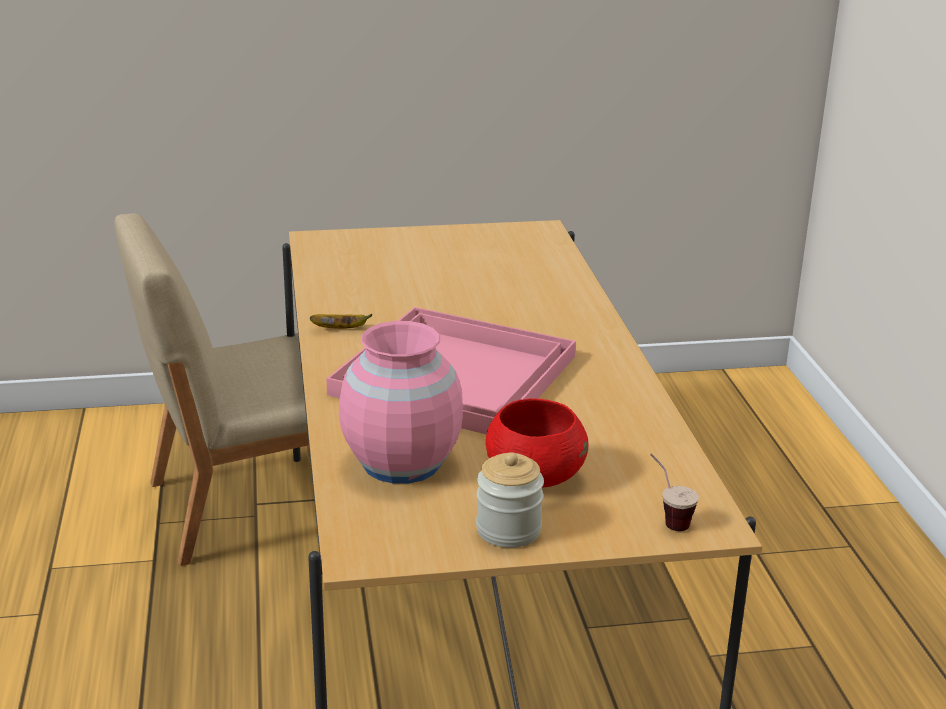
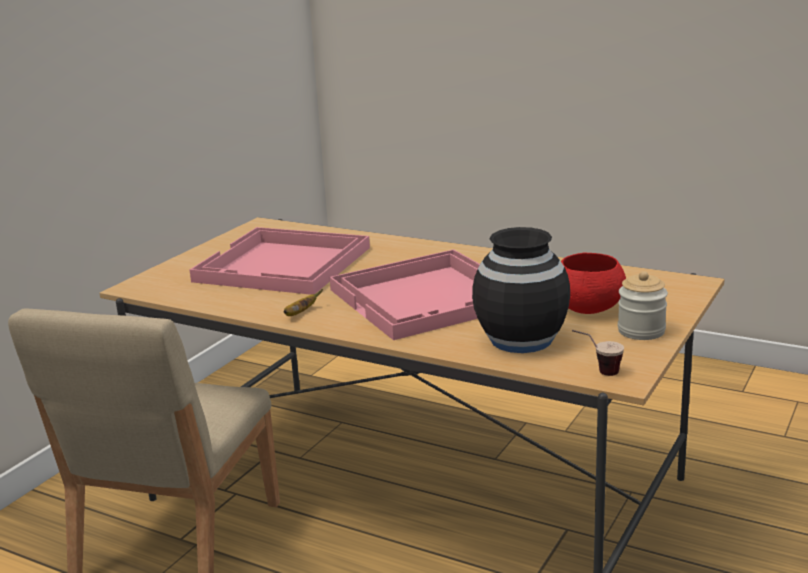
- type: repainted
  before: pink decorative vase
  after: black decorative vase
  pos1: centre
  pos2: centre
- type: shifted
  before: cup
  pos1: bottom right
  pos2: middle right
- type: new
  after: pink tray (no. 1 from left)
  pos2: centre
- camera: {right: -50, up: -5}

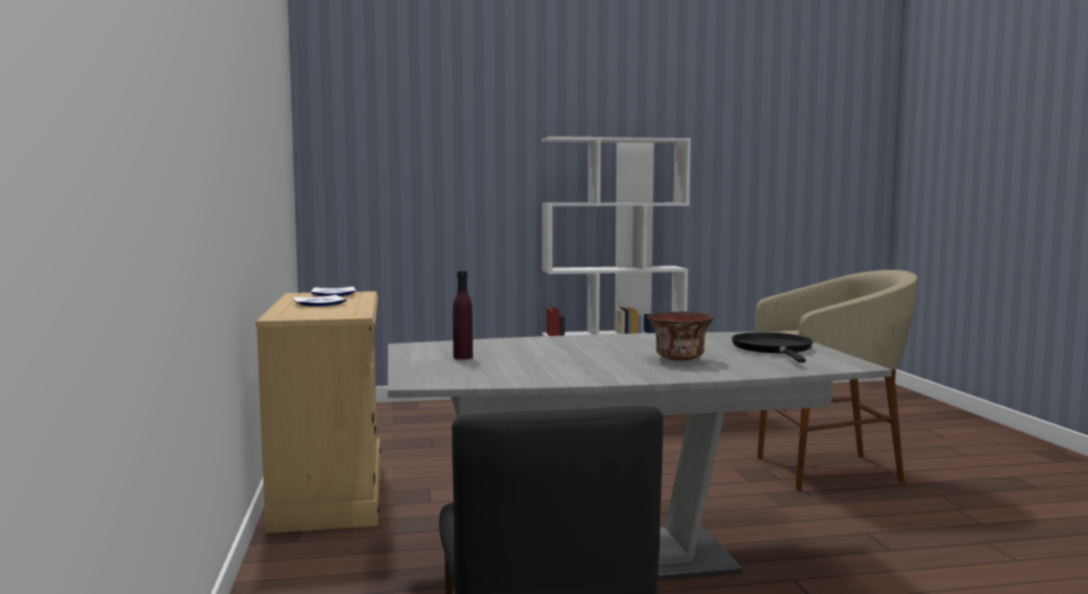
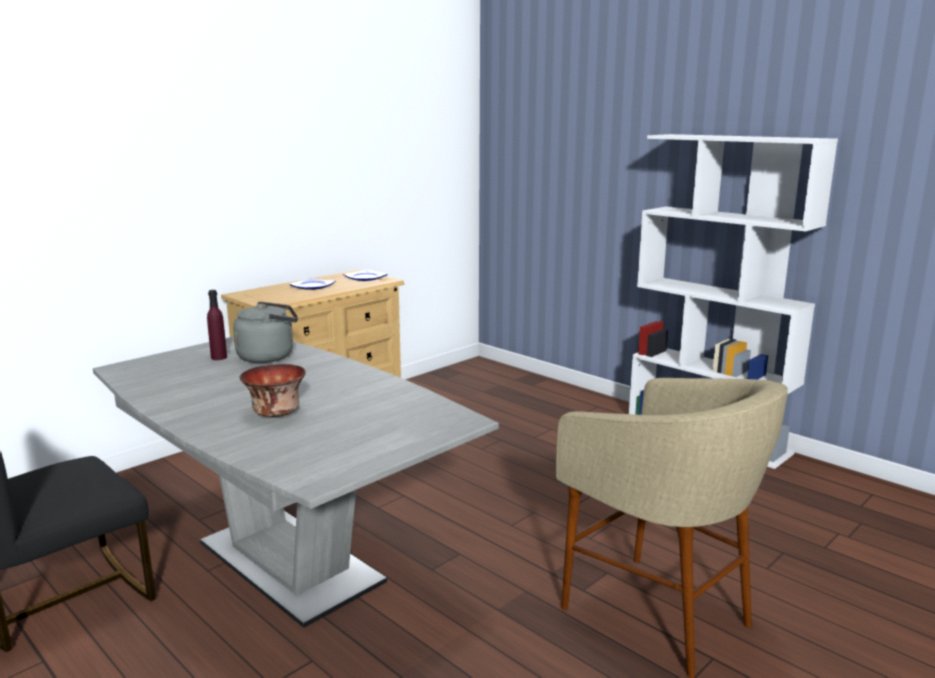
- type: gone
  before: black frying pan
  pos1: middle right
- type: new
  after: gray tea kettle
  pos2: middle left
- camera: {right: 55, up: 10}

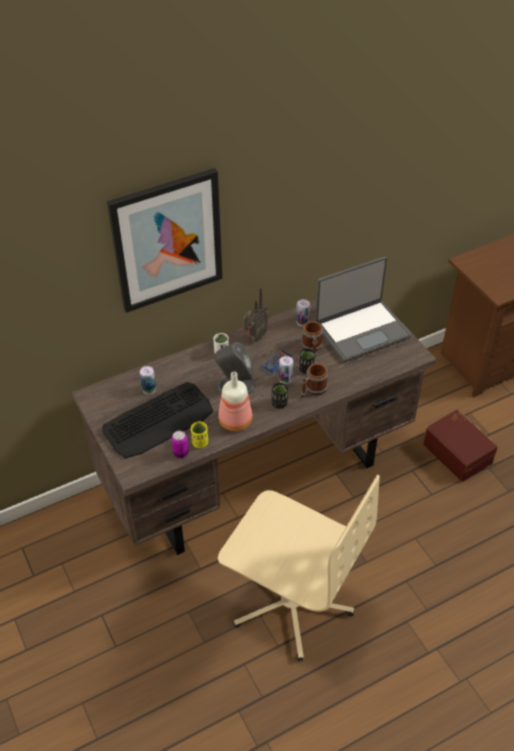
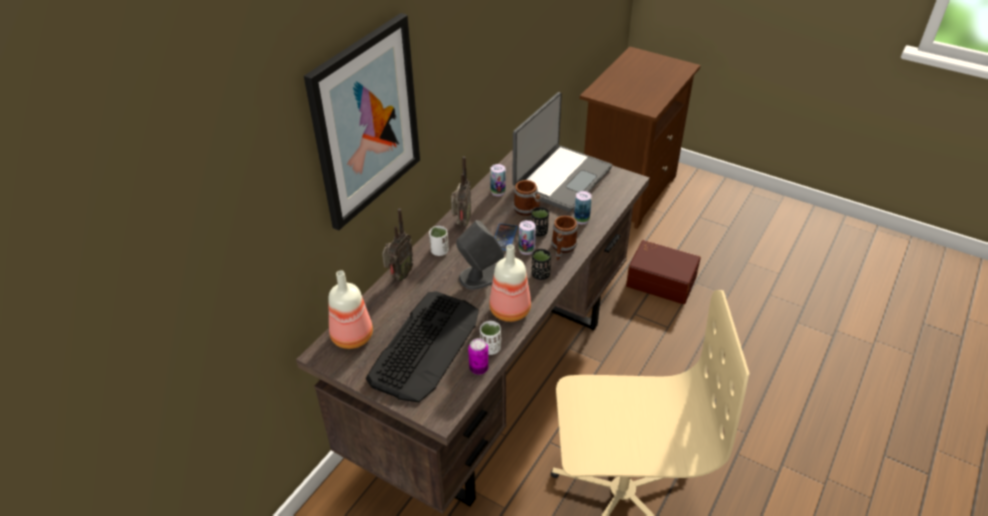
- type: shifted
  before: sealed can (no. 1 from left in the first image)
  after: sealed can (no. 4 from left)
  pos1: middle left
  pos2: centre
- type: repainted
  before: yellow-coloured cup
  after: whitish cup (no. 2 from left)
  pos1: centre
  pos2: centre
- type: new
  after: radio (no. 1 from left)
  pos2: centre
- type: new
  after: drink bottle (no. 1 from left)
  pos2: centre
- camera: {right: -30, up: -5}

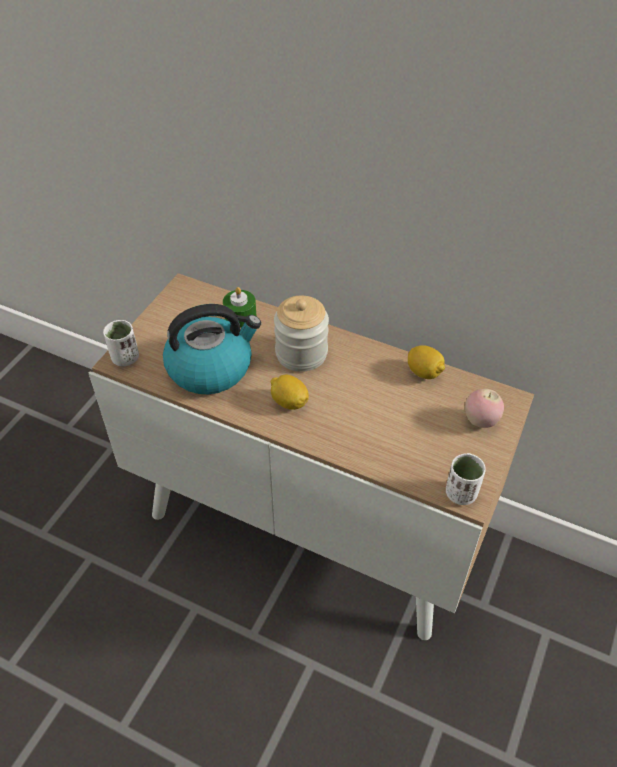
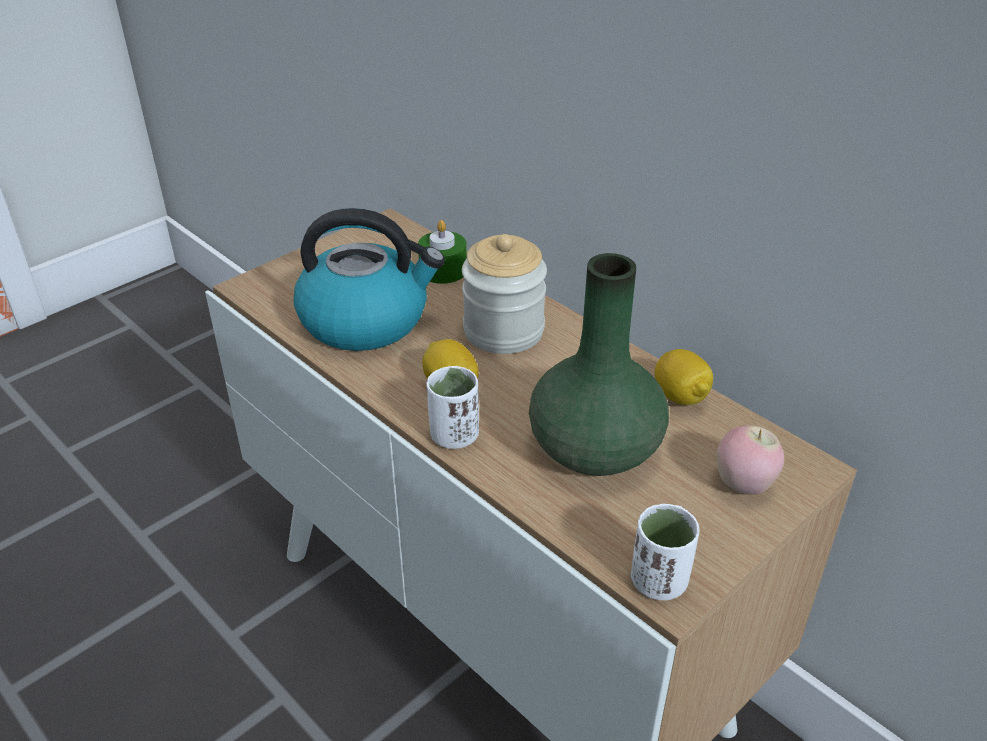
- type: shifted
  before: whitish cup (no. 1 from left)
  pos1: middle left
  pos2: centre
- type: new
  after: green decorative vase
  pos2: centre
- camera: {right: 20, up: -10}

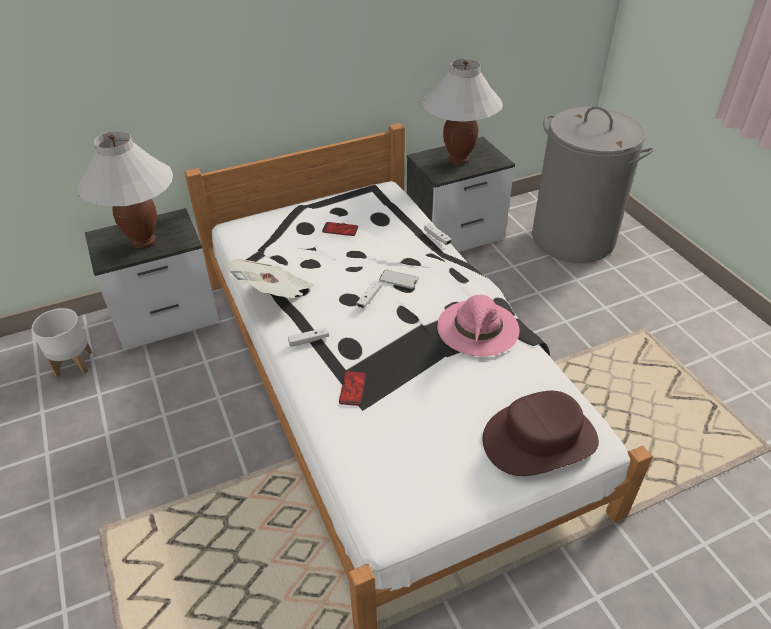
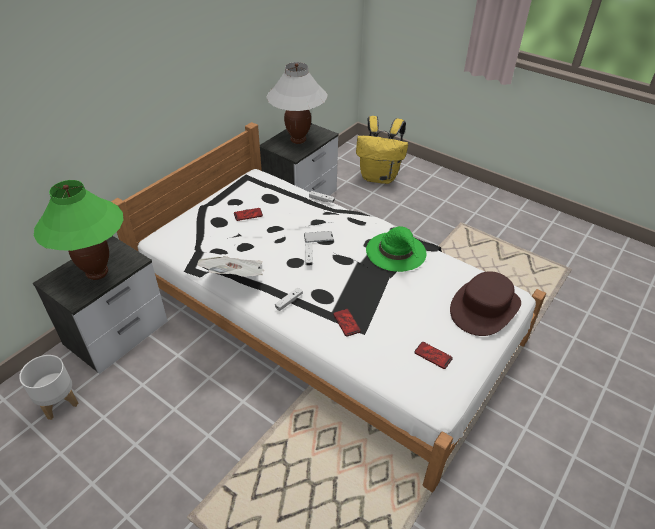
- type: swapped
  before: gray laundry basket
  after: yellow-coloured knapsack
  pos1: top right
  pos2: top centre
- type: repainted
  before: whitish table lamp (no. 1 from left)
  after: green table lamp
  pos1: top left
  pos2: middle left
- type: repainted
  before: pink clothing hat
  after: green clothing hat
  pos1: centre
  pos2: centre
- type: new
  after: phone (no. 4 from left)
  pos2: bottom centre
- camera: {right: -30, up: 0}

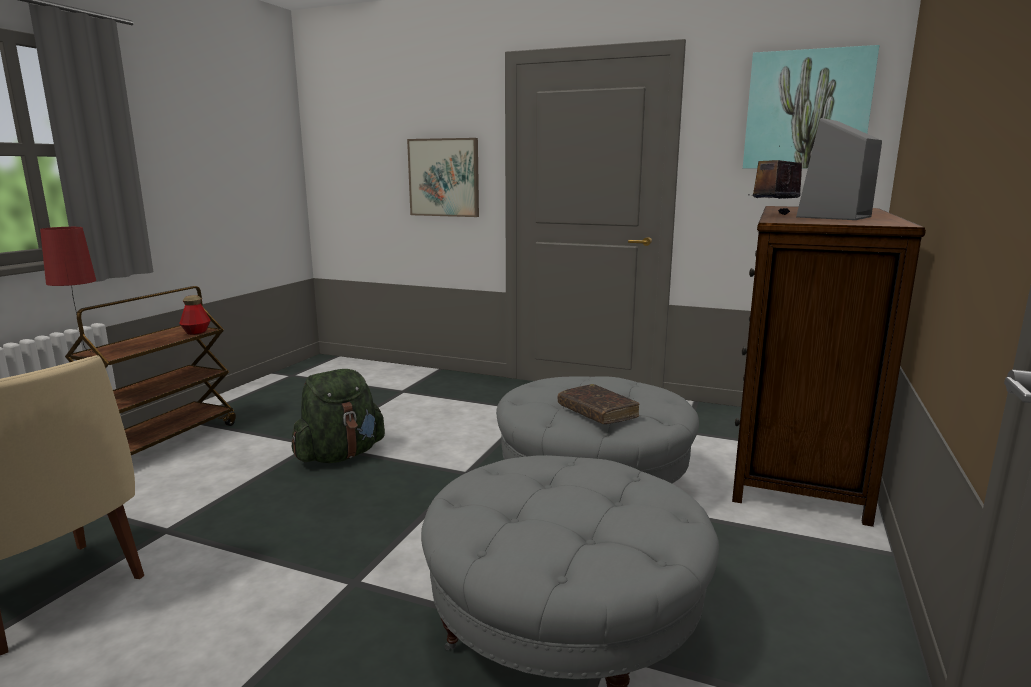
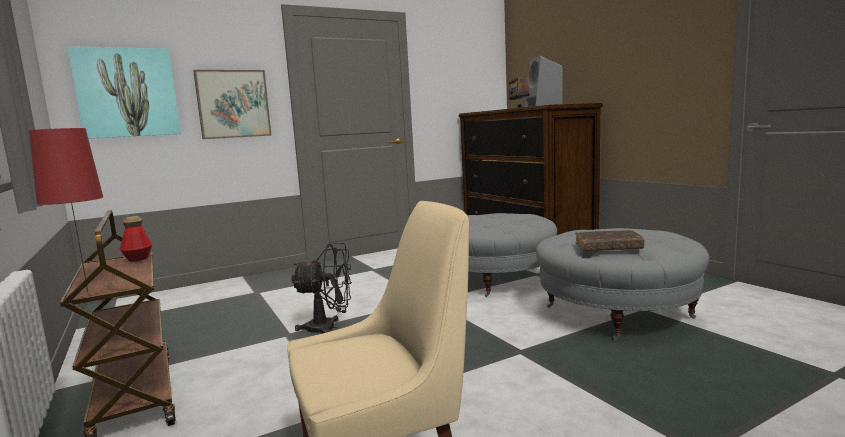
- type: shifted
  before: wall picture (no. 2 from left in the first image)
  after: wall picture (no. 1 from left)
  pos1: top right
  pos2: top left
- type: swapped
  before: green knapsack
  after: black electric fan
  pos1: middle left
  pos2: centre
- type: shifted
  before: brown book
  pos1: centre
  pos2: middle right
- camera: {right: -50, up: -5}

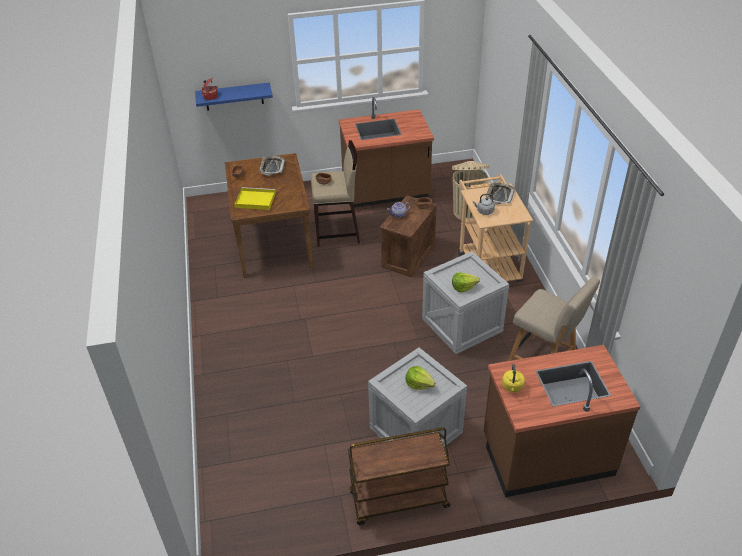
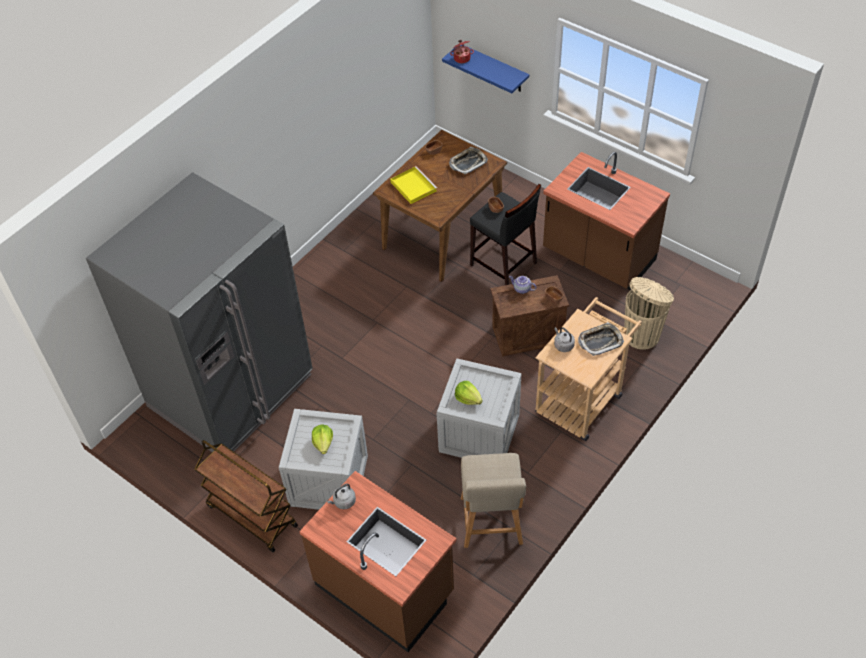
- type: repainted
  before: beige stool seat
  after: black stool seat
  pos1: centre
  pos2: centre
- type: repainted
  before: yellow-coloured tea kettle
  after: gray tea kettle (no. 1 from left)
  pos1: bottom right
  pos2: bottom centre
- type: new
  after: gray refrigerator
  pos2: middle left
- camera: {right: 50, up: 10}

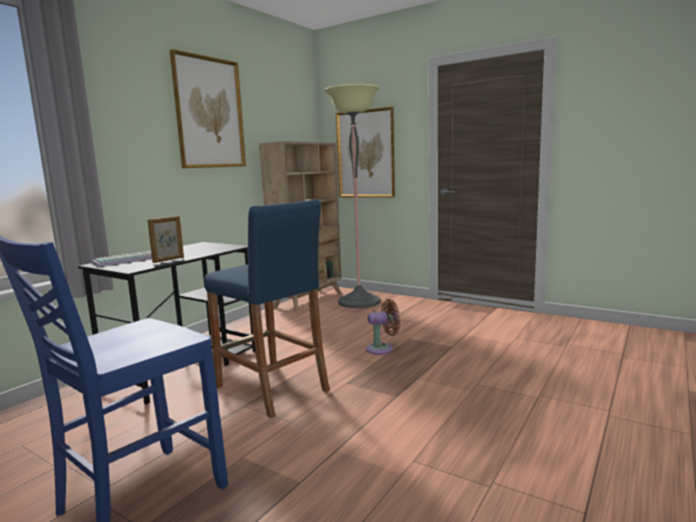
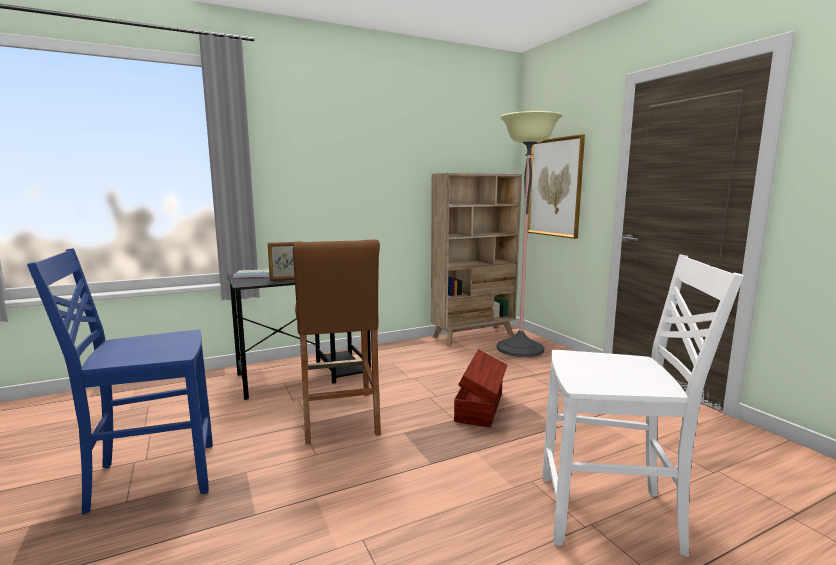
- type: gone
  before: wall picture (no. 1 from left)
  pos1: top left
- type: repainted
  before: blue stool seat
  after: brown stool seat
  pos1: centre
  pos2: centre
- type: swapped
  before: brown electric fan
  after: brown storage container
  pos1: centre
  pos2: bottom centre
- type: new
  after: whitish chair
  pos2: bottom right
- camera: {right: 30, up: 0}

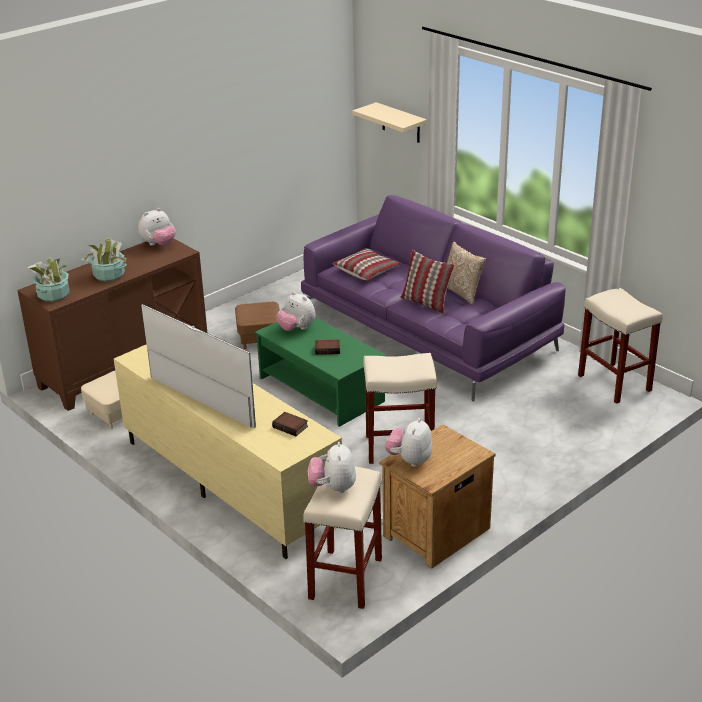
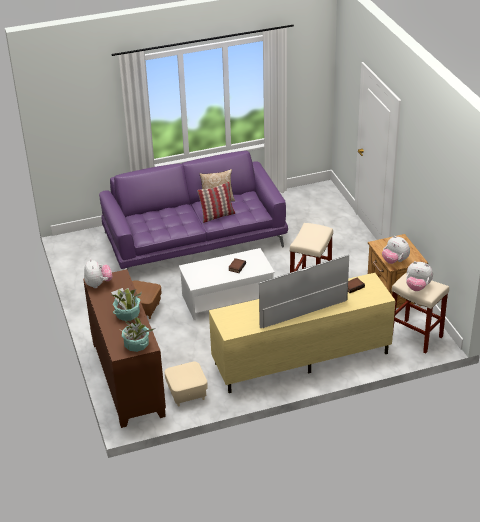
- type: gone
  before: beige bracket shelf
  pos1: top centre
- type: gone
  before: cushion (no. 1 from left)
  pos1: centre
- type: gone
  before: beige stool seat (no. 3 from left)
  pos1: middle right
- type: gone
  before: plush toy (no. 2 from left)
  pos1: centre
- type: repainted
  before: green coffee table
  after: whitish coffee table
  pos1: centre
  pos2: centre
- camera: {right: -65, up: 5}

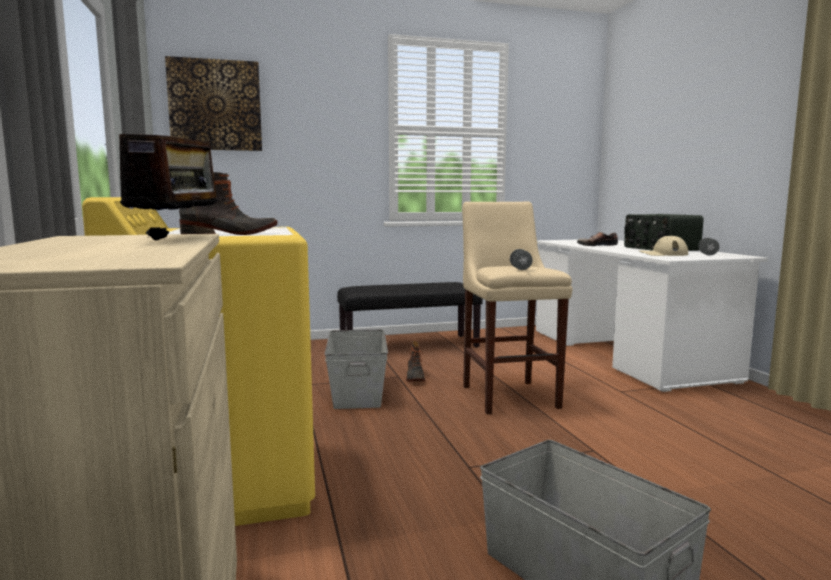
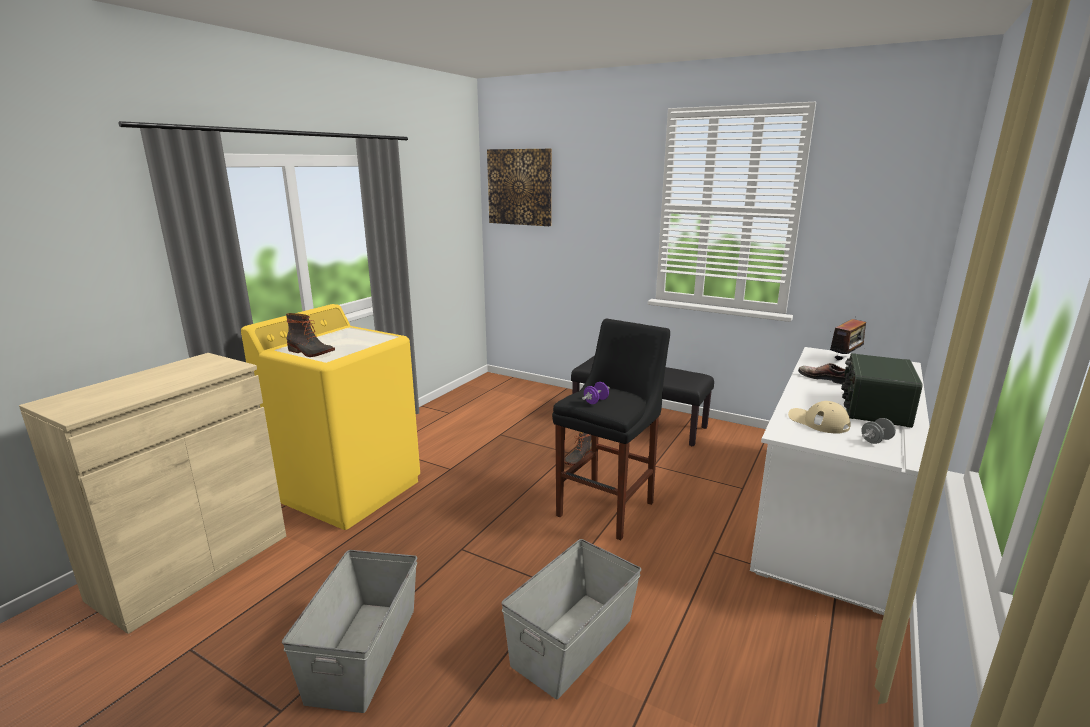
- type: shifted
  before: radio (no. 1 from left)
  pos1: top left
  pos2: middle right
- type: repainted
  before: beige stool seat
  after: black stool seat
  pos1: centre
  pos2: centre
- type: repainted
  before: gray free weight (no. 1 from left)
  after: purple free weight
  pos1: centre
  pos2: centre
- type: shifted
  before: gray storage container (no. 1 from left in the first image)
  after: gray storage container (no. 2 from left)
  pos1: centre
  pos2: bottom centre
- camera: {right: 45, up: 10}

